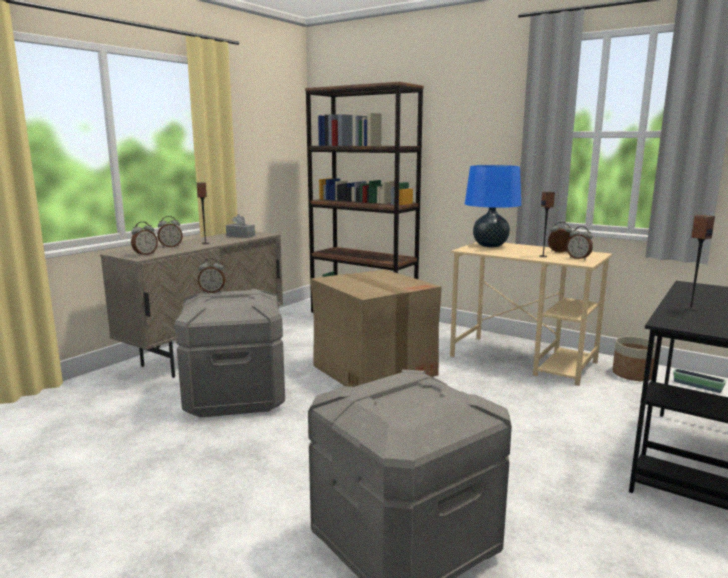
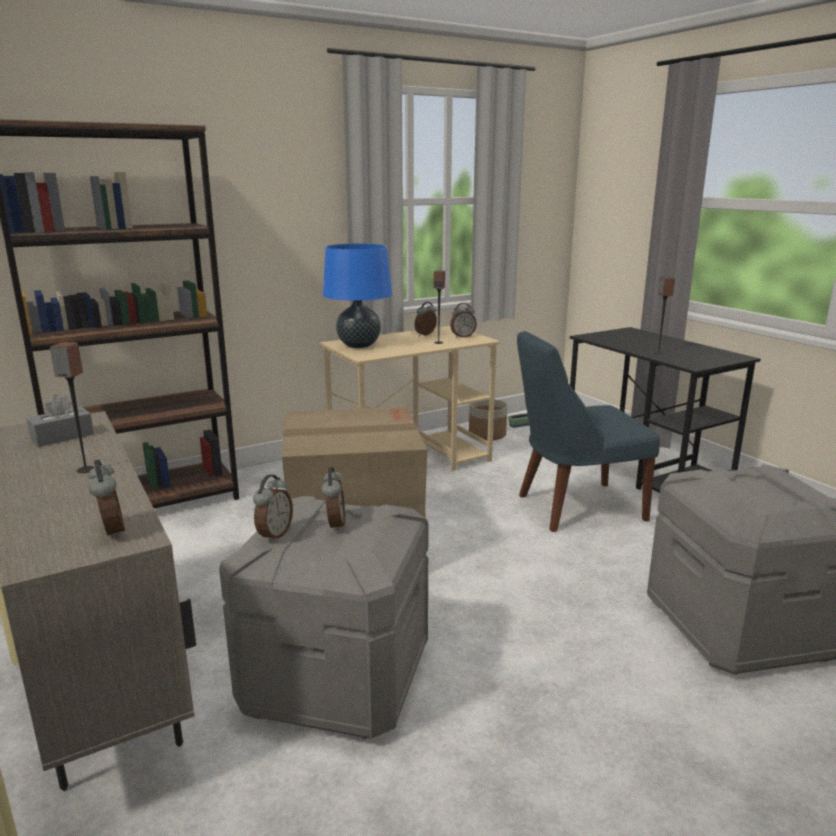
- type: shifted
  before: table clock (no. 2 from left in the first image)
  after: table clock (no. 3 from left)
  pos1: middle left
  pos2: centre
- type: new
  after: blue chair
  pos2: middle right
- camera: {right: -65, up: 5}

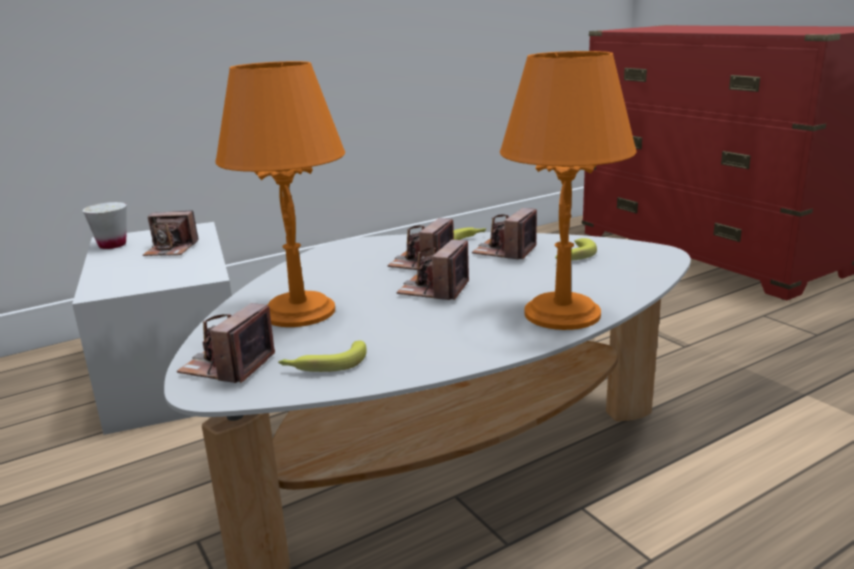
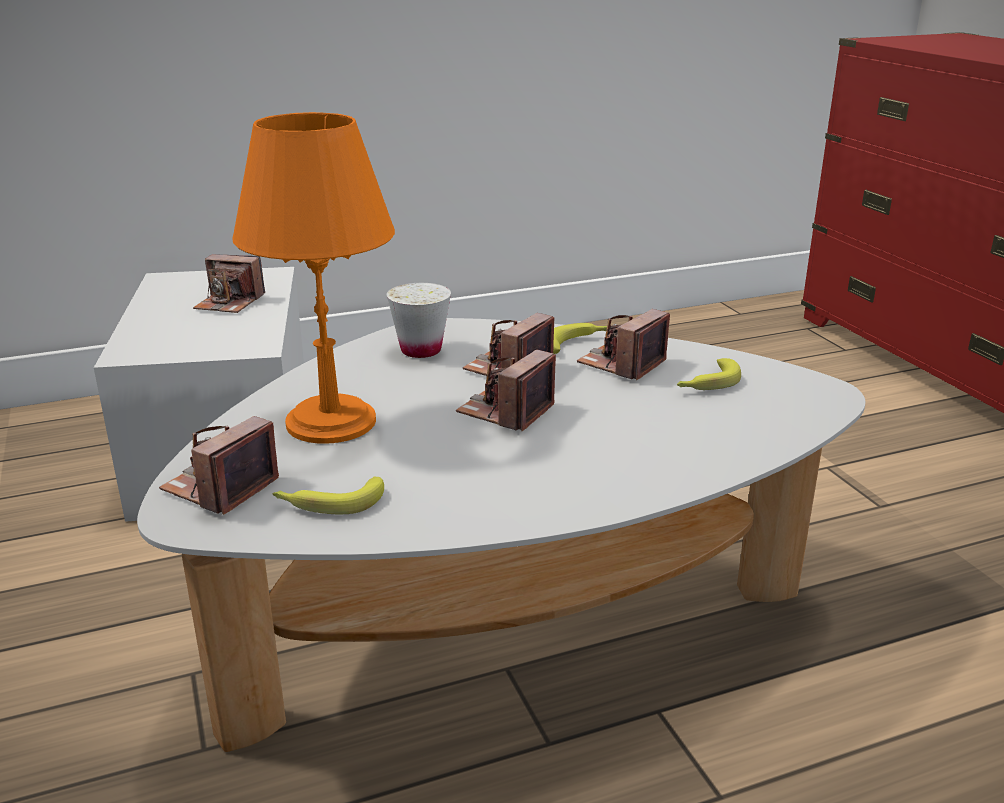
- type: gone
  before: orange-coloured table lamp (no. 2 from left)
  pos1: centre
- type: shifted
  before: whitish cup
  pos1: middle left
  pos2: centre
- camera: {right: 10, up: 5}

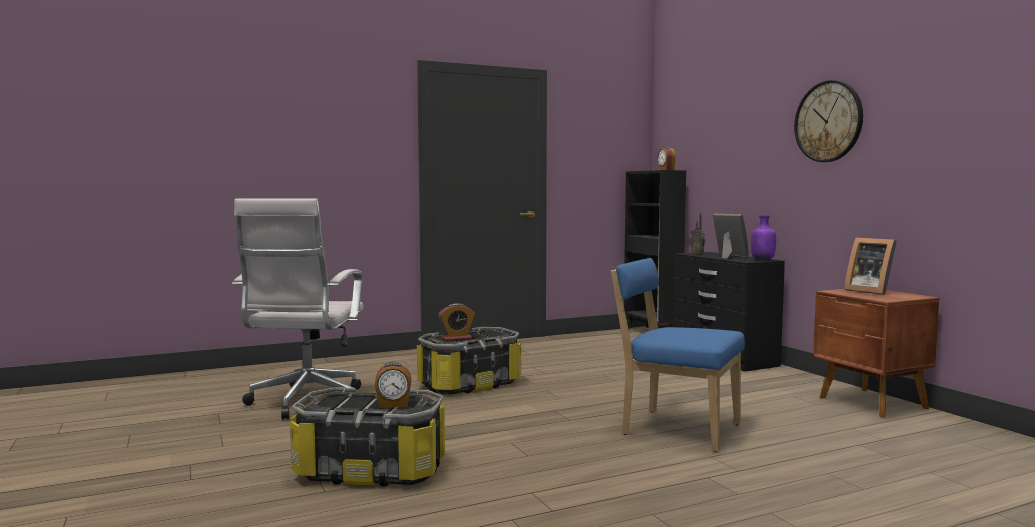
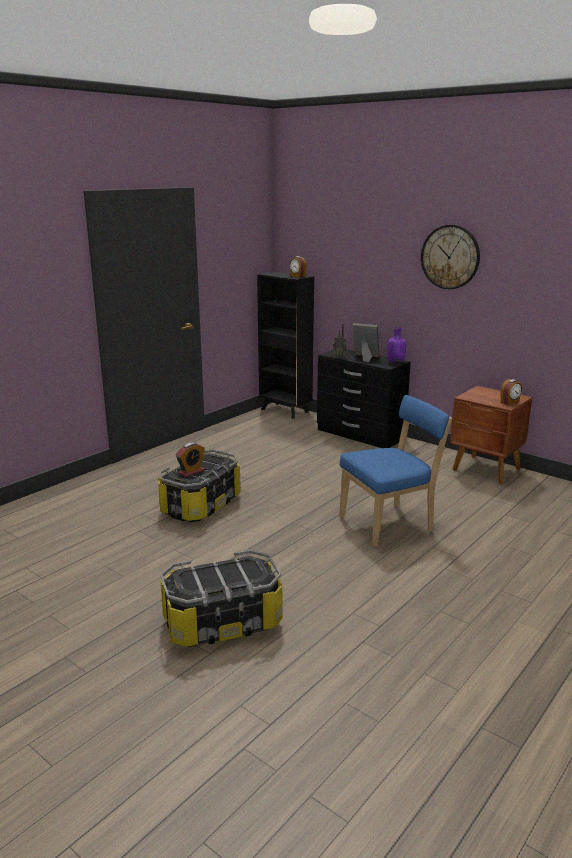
- type: gone
  before: whitish desk chair
  pos1: middle left
- type: gone
  before: photo frame (no. 2 from left)
  pos1: middle right
- type: rotated
  before: blue chair
  pos1: bottom centre
  pos2: middle right
  turn: 150
- type: shifted
  before: table clock (no. 1 from left in the first image)
  after: table clock (no. 3 from left)
  pos1: bottom centre
  pos2: middle right
- camera: {right: -25, up: 15}

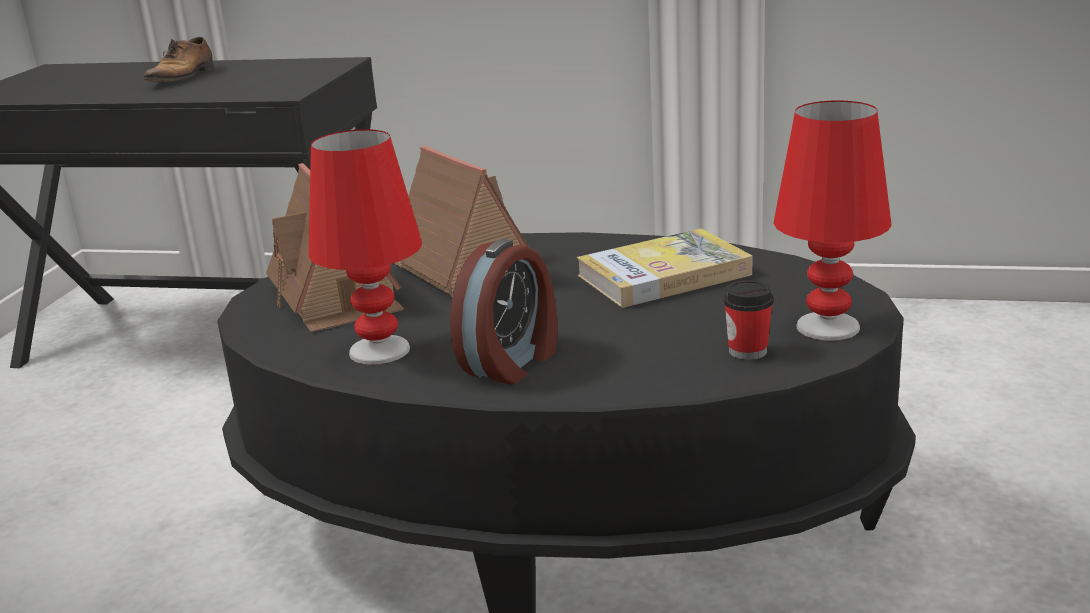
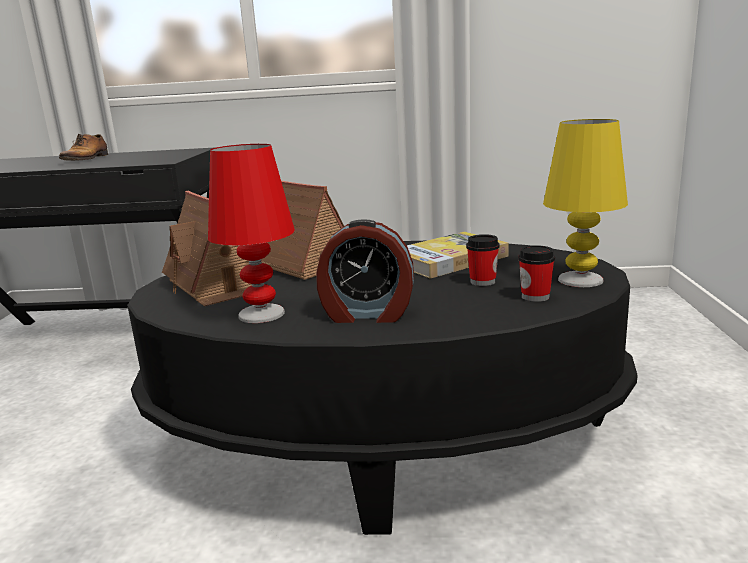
- type: repainted
  before: red-coloured table lamp (no. 2 from left)
  after: yellow-coloured table lamp
  pos1: middle right
  pos2: middle right
- type: rotated
  before: table clock
  pos1: centre
  pos2: centre
  turn: 75
- type: new
  after: cup (no. 1 from left)
  pos2: centre
- camera: {right: -10, up: -5}

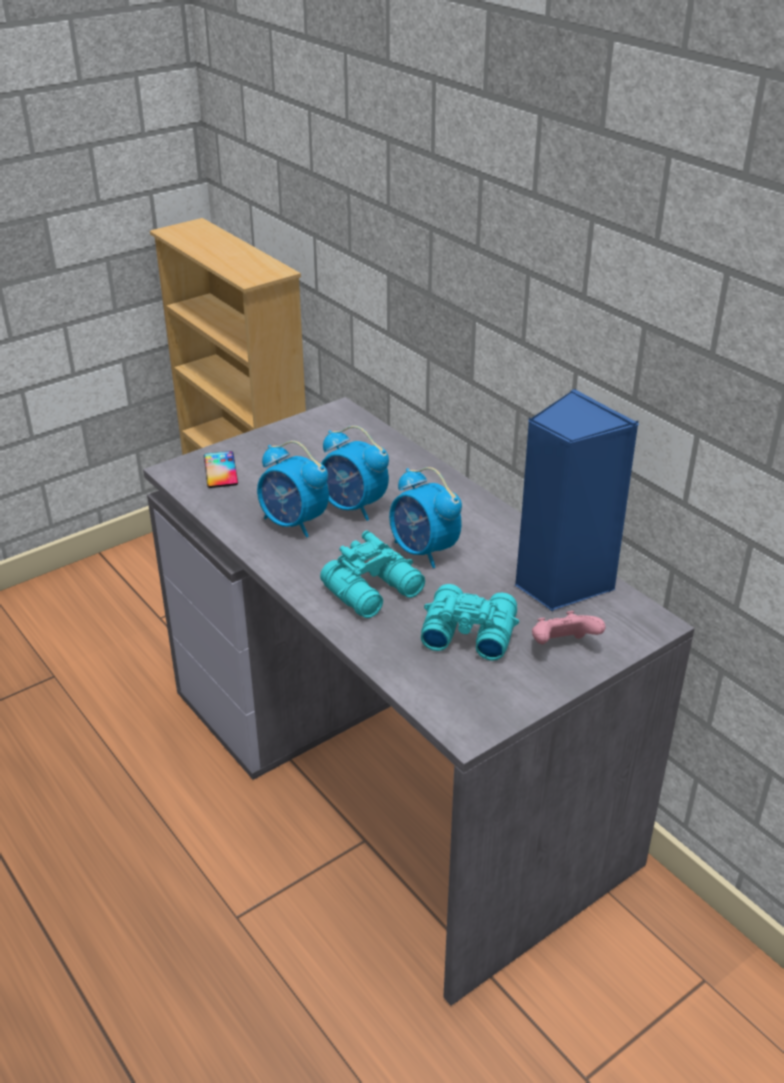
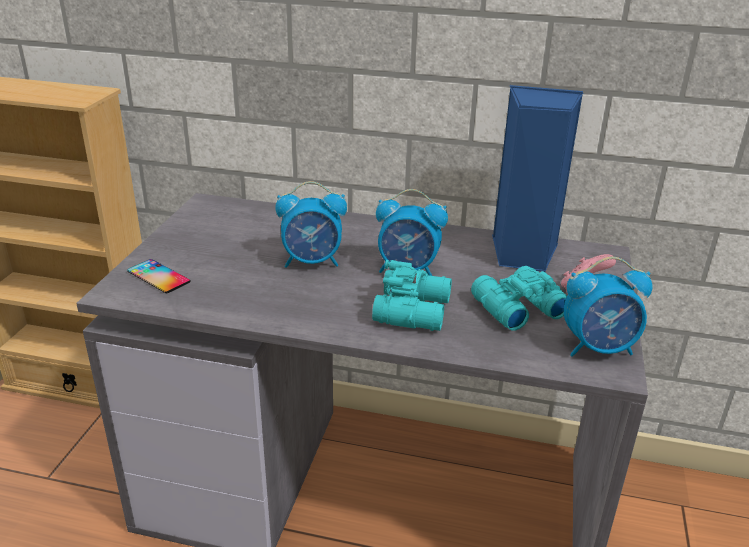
- type: shifted
  before: table clock (no. 1 from left in the first image)
  after: table clock (no. 3 from left)
  pos1: centre
  pos2: middle right
- camera: {right: -40, up: -5}

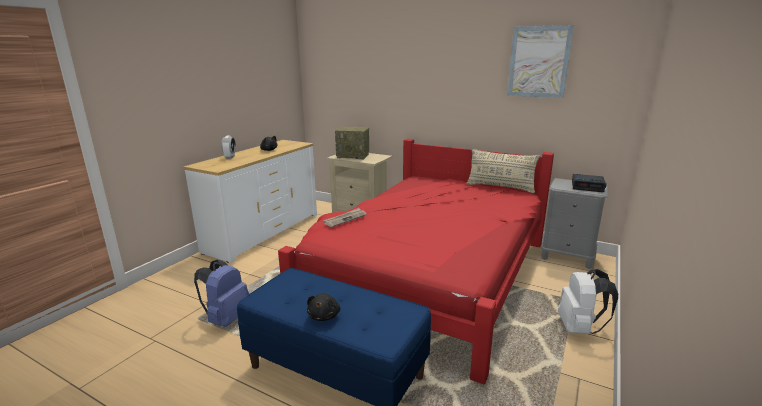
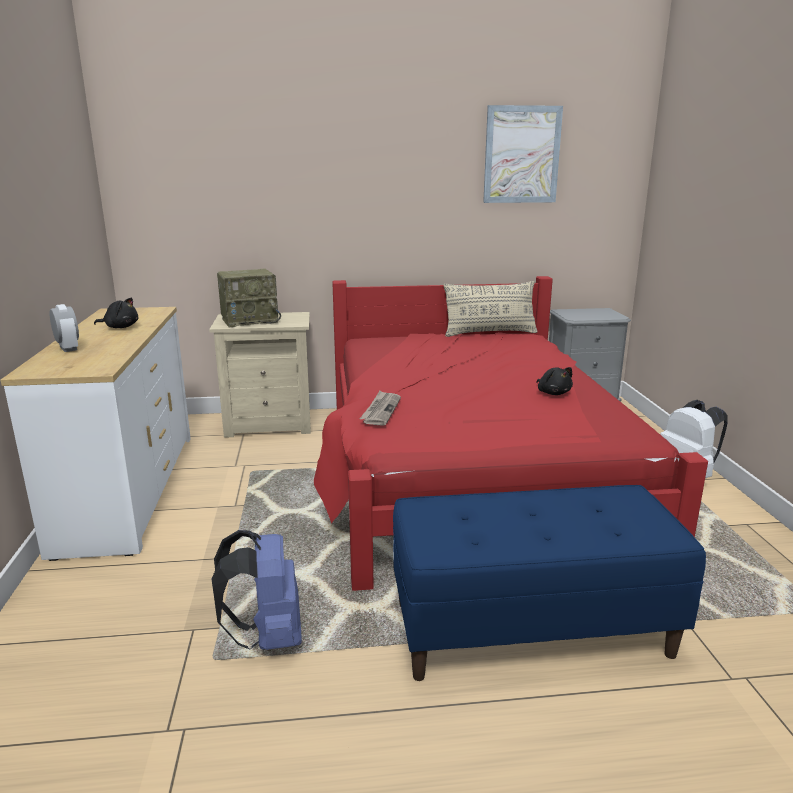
- type: gone
  before: table clock (no. 2 from left)
  pos1: middle right
- type: shifted
  before: black plush toy (no. 2 from left)
  pos1: bottom centre
  pos2: middle right
- camera: {right: -35, up: 0}

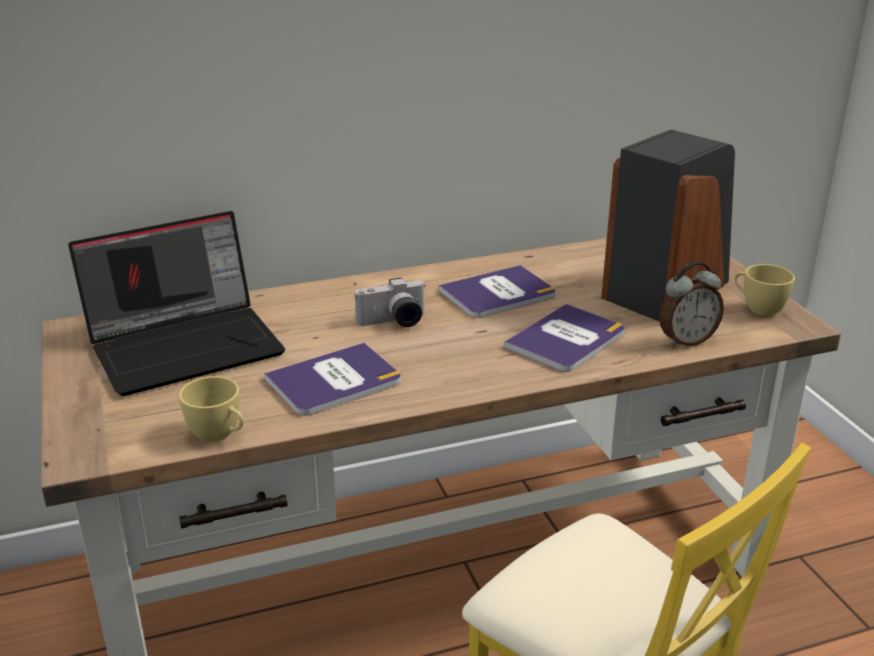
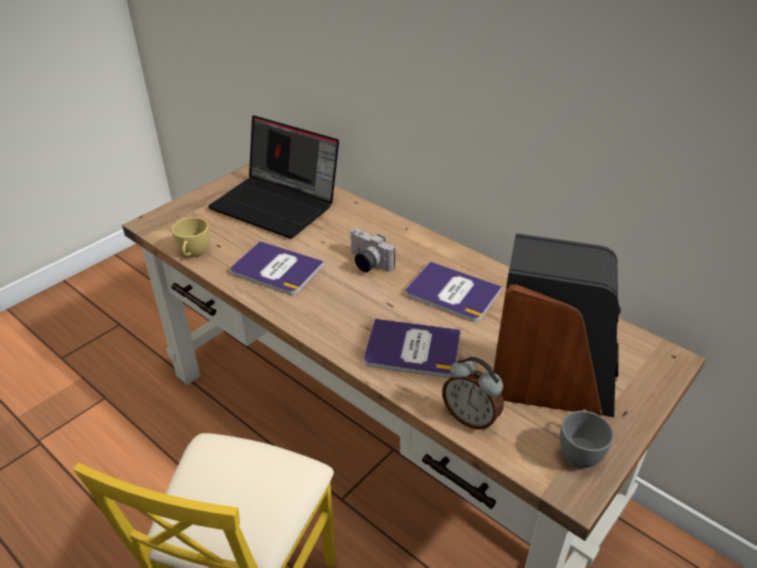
- type: repainted
  before: yellow-coloured cup (no. 2 from left)
  after: gray cup
  pos1: middle right
  pos2: bottom right
- camera: {right: 60, up: 10}

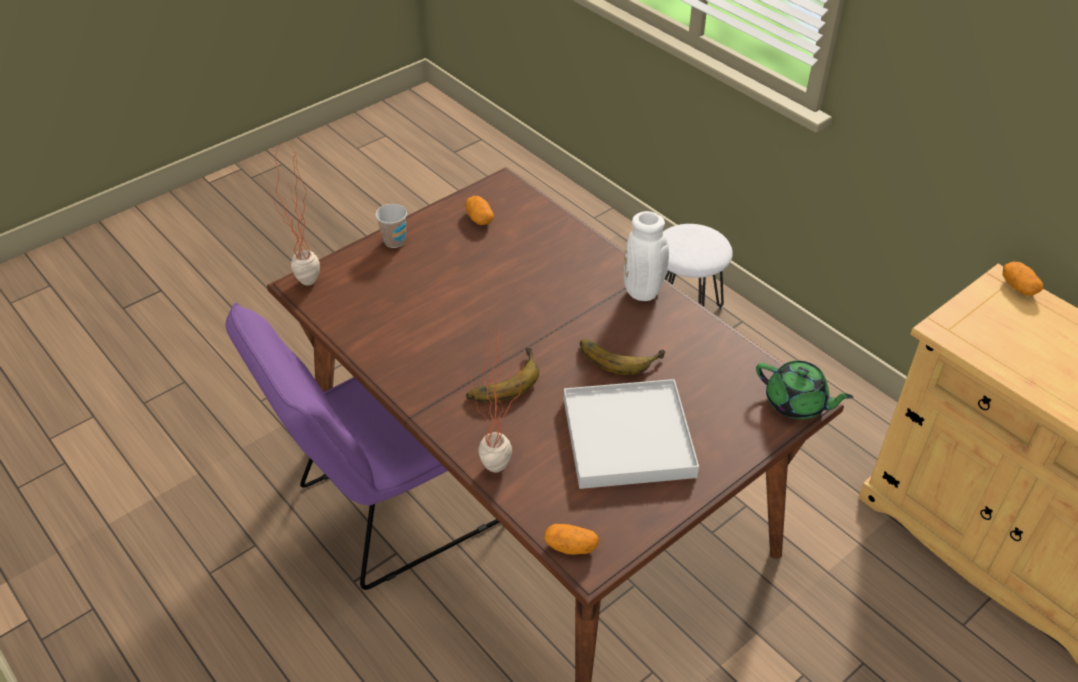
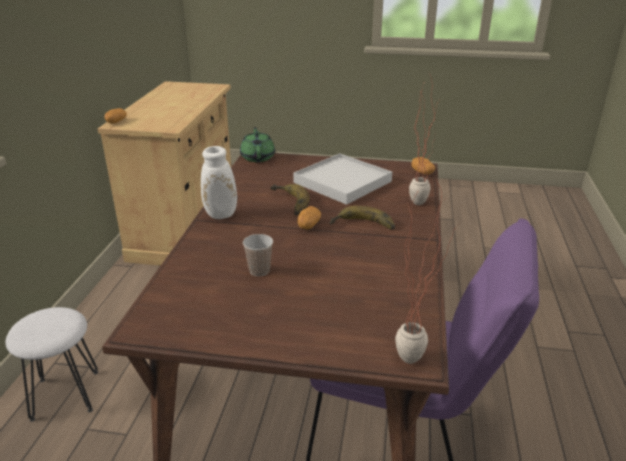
- type: shifted
  before: whole potato (no. 1 from left in the first image)
  after: whole potato (no. 2 from left)
  pos1: top centre
  pos2: centre
- type: shifted
  before: cup
  pos1: top centre
  pos2: centre
- camera: {right: -130, up: -15}

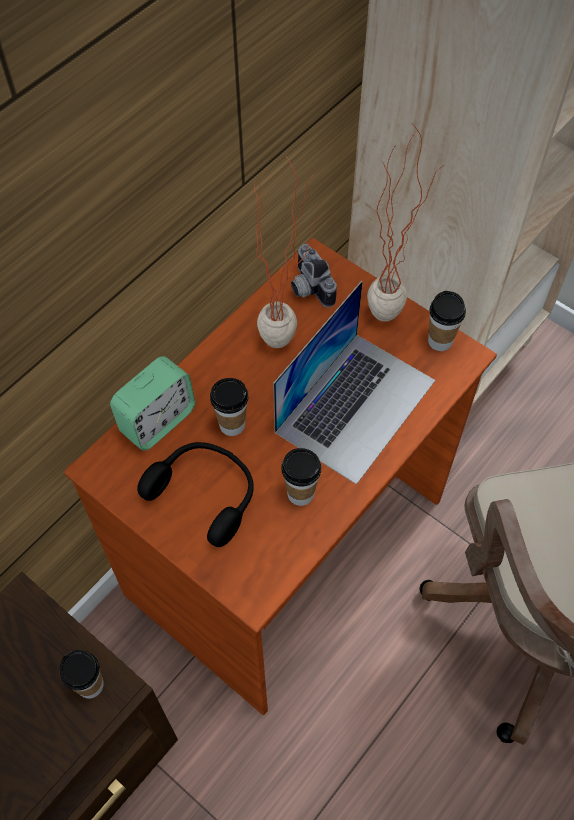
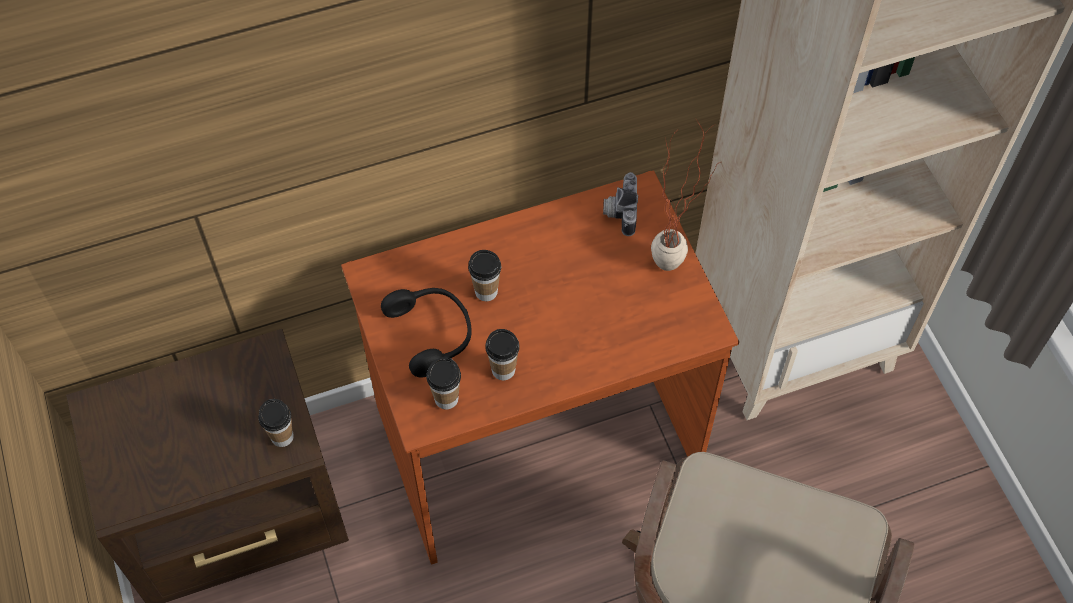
- type: gone
  before: plant in a pot (no. 1 from left)
  pos1: top centre
- type: gone
  before: laptop
  pos1: centre
- type: shifted
  before: cup (no. 4 from left in the first image)
  after: cup (no. 2 from left)
  pos1: middle right
  pos2: centre
- type: gone
  before: table clock
  pos1: middle left
- camera: {right: 30, up: 0}

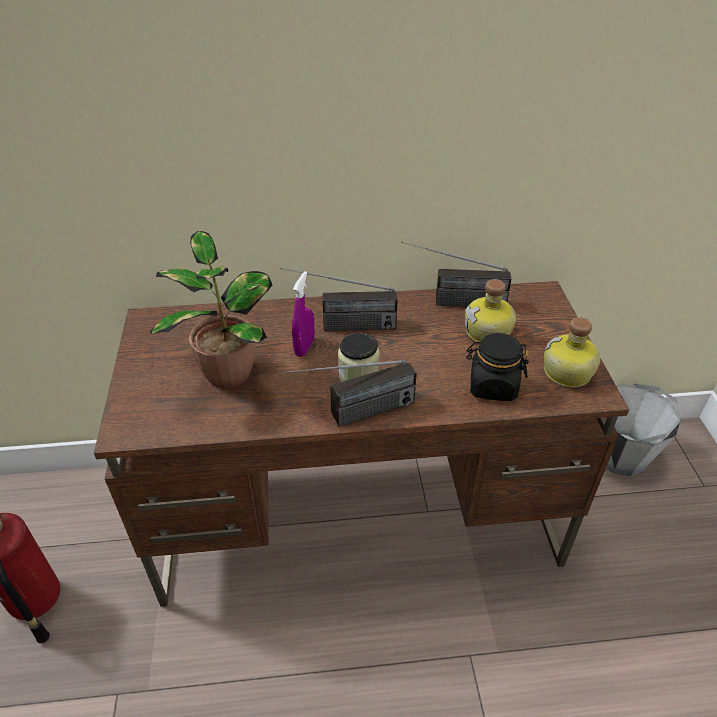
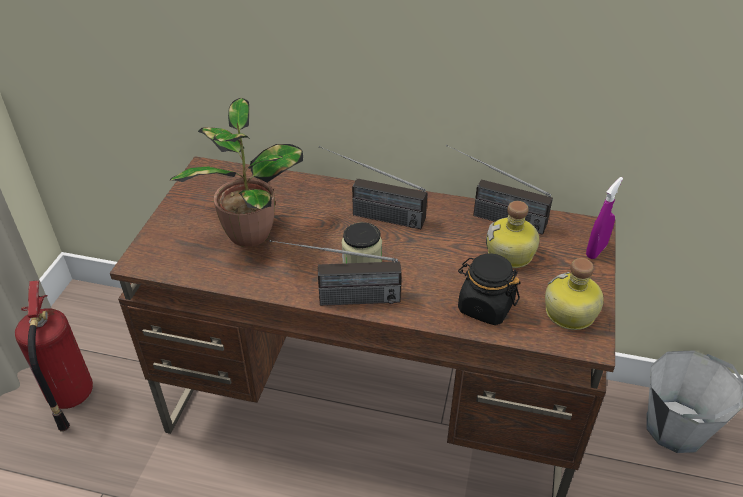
- type: shifted
  before: purple hand sprayer
  pos1: centre
  pos2: middle right
- camera: {right: 20, up: 0}

